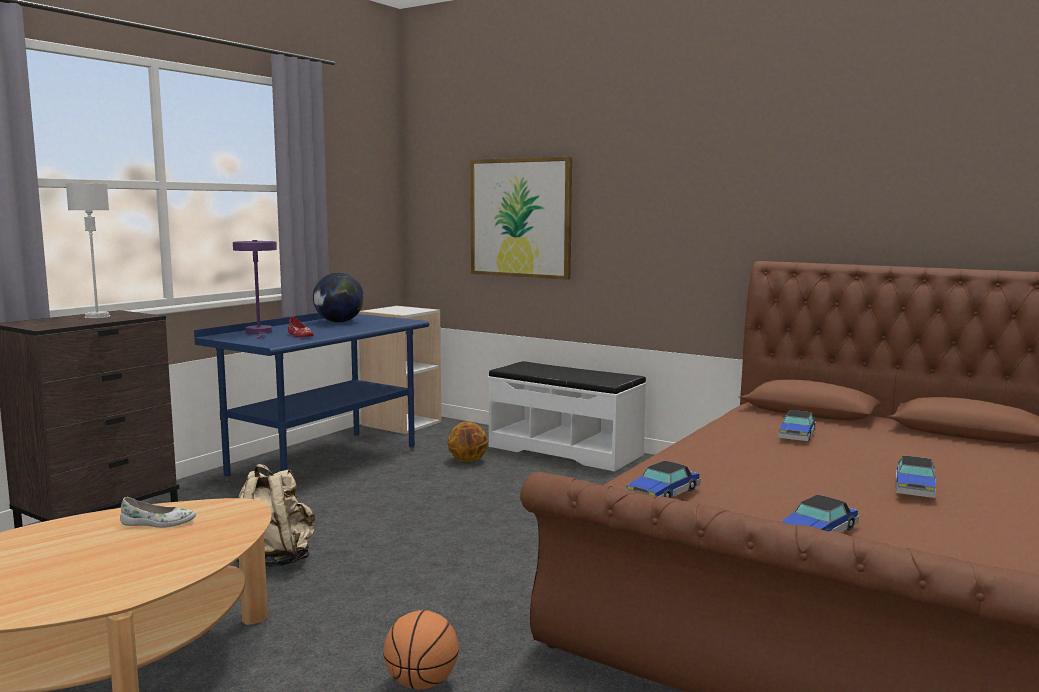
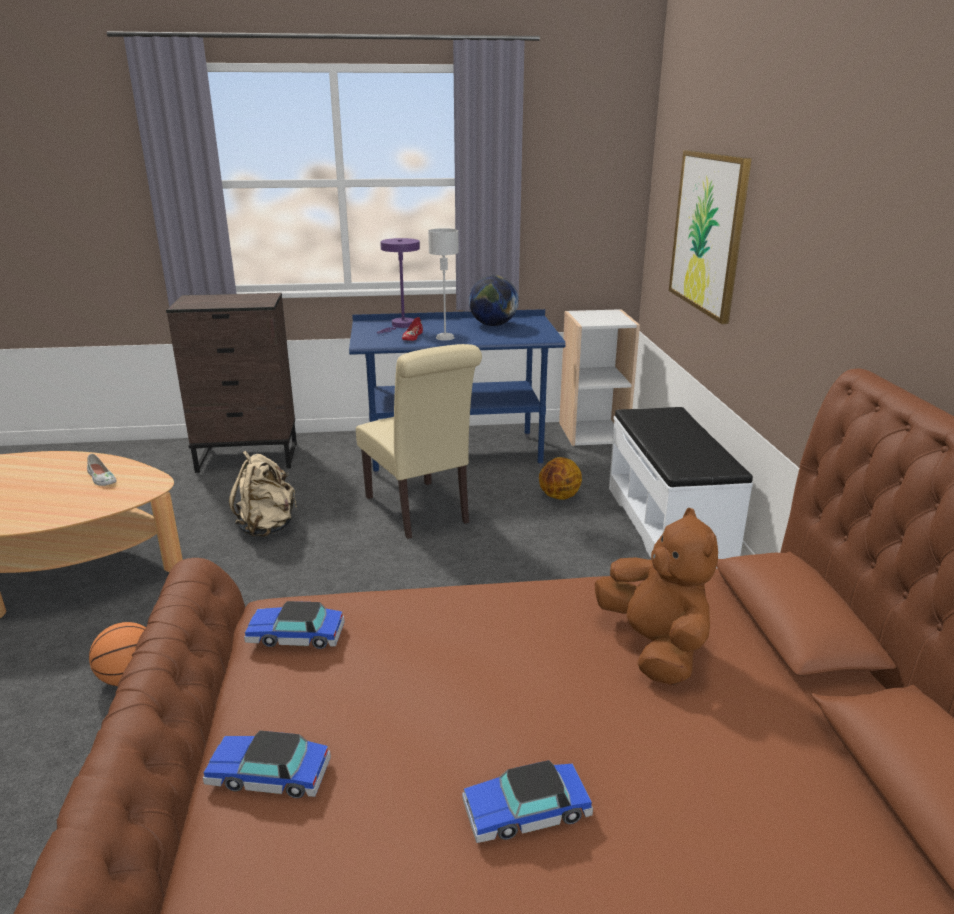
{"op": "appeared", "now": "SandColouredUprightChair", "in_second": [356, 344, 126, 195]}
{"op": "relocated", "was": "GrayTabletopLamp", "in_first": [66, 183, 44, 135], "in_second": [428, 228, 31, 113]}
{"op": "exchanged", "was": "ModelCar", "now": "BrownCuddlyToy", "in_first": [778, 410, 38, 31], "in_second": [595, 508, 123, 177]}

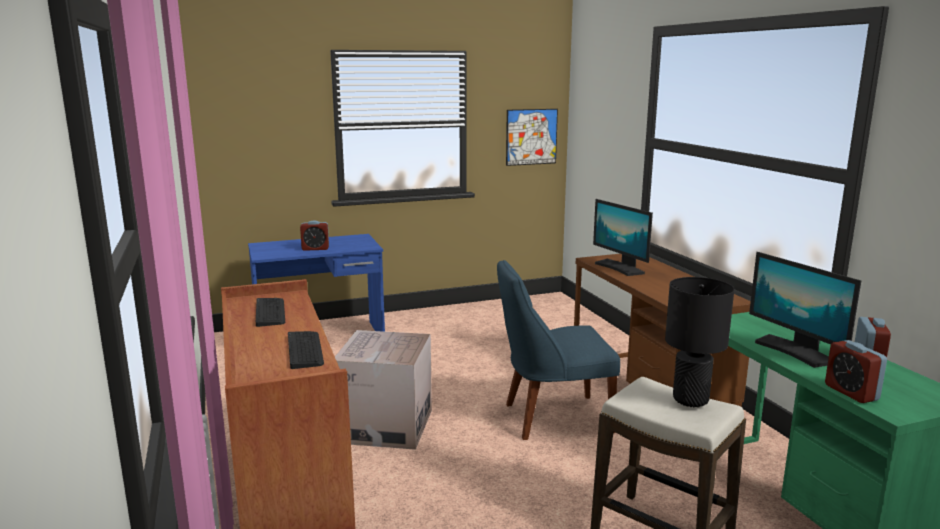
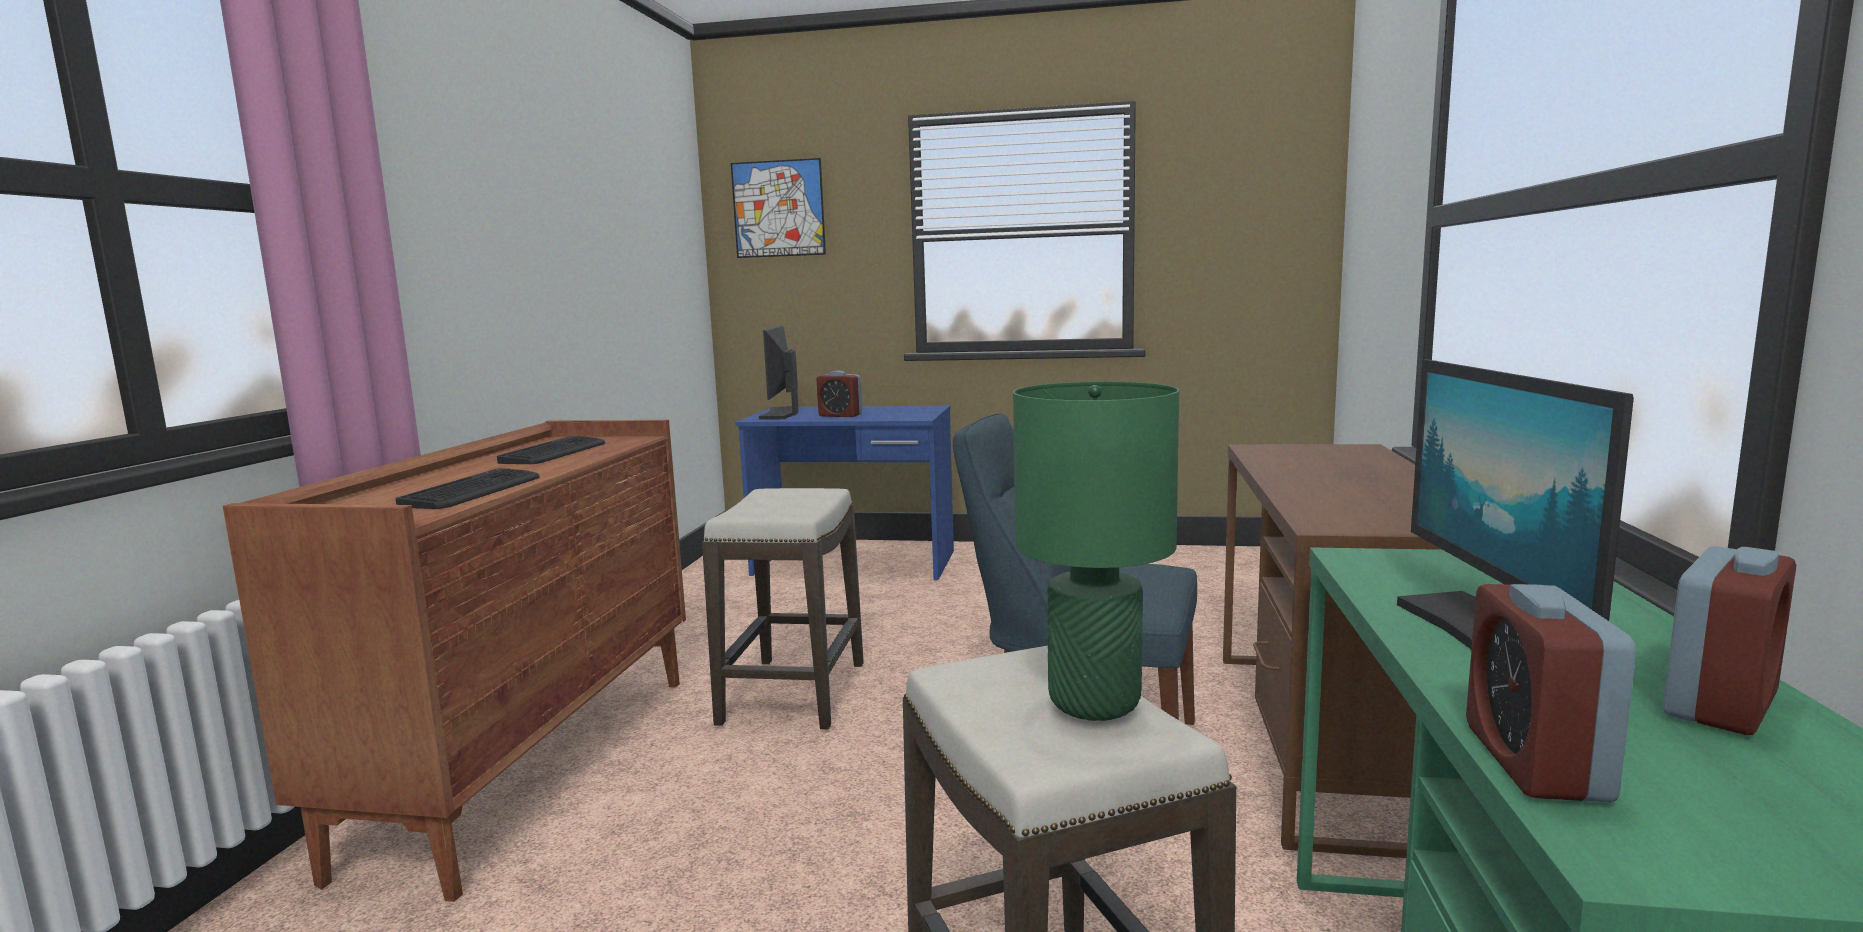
{"op": "relocated", "was": "WallArt", "in_first": [506, 109, 52, 57], "in_second": [731, 158, 95, 100]}
{"op": "relocated", "was": "Monitor", "in_first": [593, 199, 60, 77], "in_second": [759, 325, 40, 94]}
{"op": "exchanged", "was": "PackingBox", "now": "SittingStool", "in_first": [335, 330, 97, 120], "in_second": [702, 488, 162, 241]}
{"op": "colour", "was": "BlackTabletopLamp", "now": "GreenTabletopLamp", "in_first": [665, 277, 69, 130], "in_second": [1013, 381, 166, 340]}

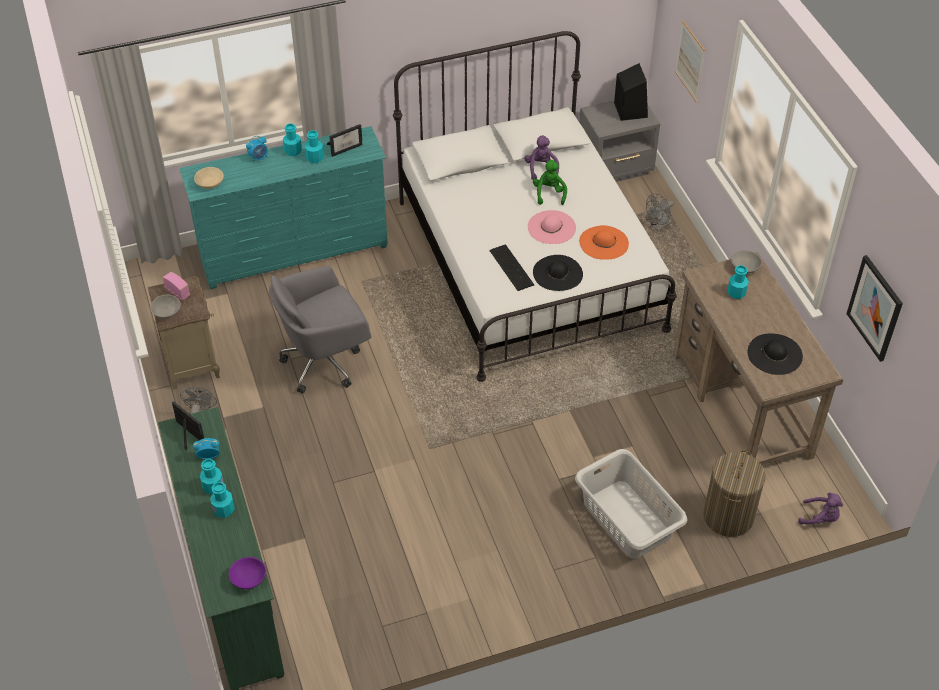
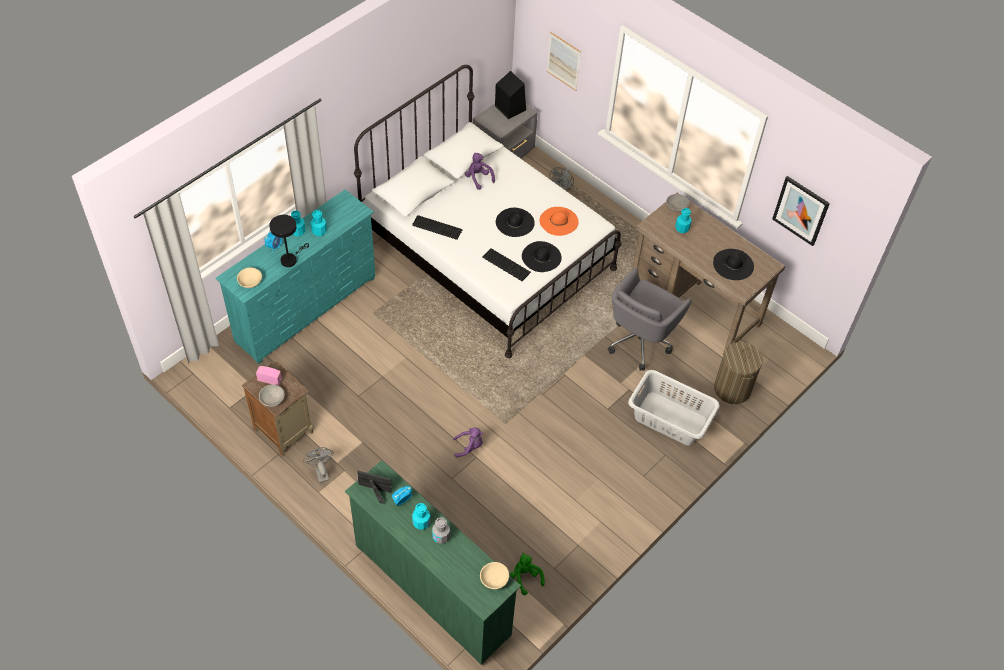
{"op": "missing", "was": "PhotoFrame", "in_first": [327, 124, 36, 33]}
{"op": "appeared", "now": "BlackTabletopLamp", "in_second": [269, 215, 40, 52]}
{"op": "appeared", "now": "PcKeyboard", "in_second": [412, 215, 51, 25]}
{"op": "relocated", "was": "GrayOfficeChair", "in_first": [269, 266, 102, 128], "in_second": [608, 268, 84, 103]}
{"op": "relocated", "was": "GreenCuddlyToy", "in_first": [533, 160, 34, 45], "in_second": [509, 553, 36, 42]}
{"op": "relocated", "was": "PurplishCuddlyToy", "in_first": [798, 493, 45, 31], "in_second": [453, 428, 30, 29]}
{"op": "colour", "was": "TurquoiseColouredBottle", "now": "GrayBottle", "in_first": [210, 482, 25, 36], "in_second": [432, 517, 18, 27]}
{"op": "colour", "was": "PurplishBowl", "now": "SandColouredBowl", "in_first": [229, 557, 37, 32], "in_second": [480, 562, 29, 27]}
{"op": "colour", "was": "PinkColouredHat", "now": "BlackHat", "in_first": [528, 210, 48, 34], "in_second": [496, 208, 39, 29]}

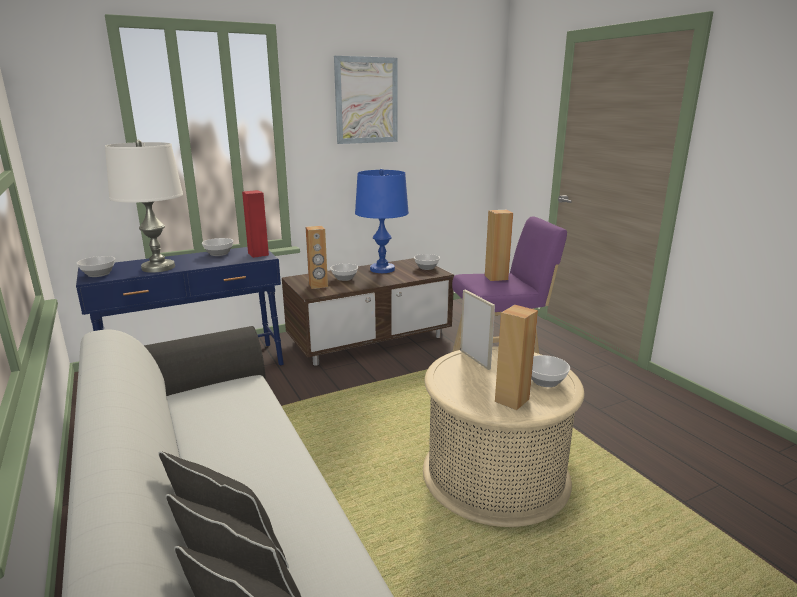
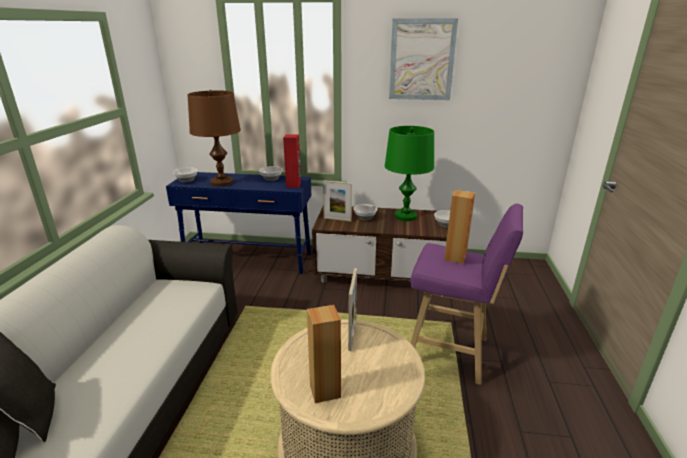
{"op": "missing", "was": "Bowl", "in_first": [531, 355, 39, 32]}
{"op": "exchanged", "was": "BrownAudioSpeaker", "now": "PhotoFrame", "in_first": [306, 226, 22, 63], "in_second": [323, 180, 29, 42]}
{"op": "colour", "was": "WhitishTabletopLamp", "now": "BrownTabletopLamp", "in_first": [105, 140, 78, 133], "in_second": [187, 90, 54, 97]}
{"op": "colour", "was": "BlueColouredTabletopLamp", "now": "GreenTabletopLamp", "in_first": [355, 169, 54, 104], "in_second": [385, 126, 49, 95]}

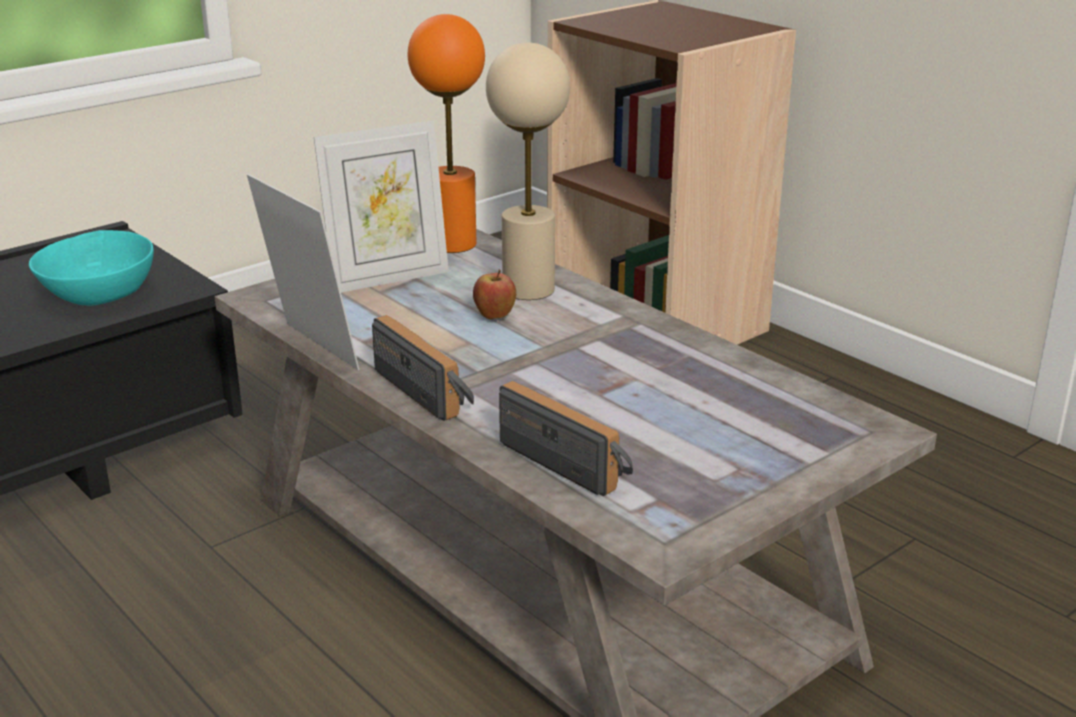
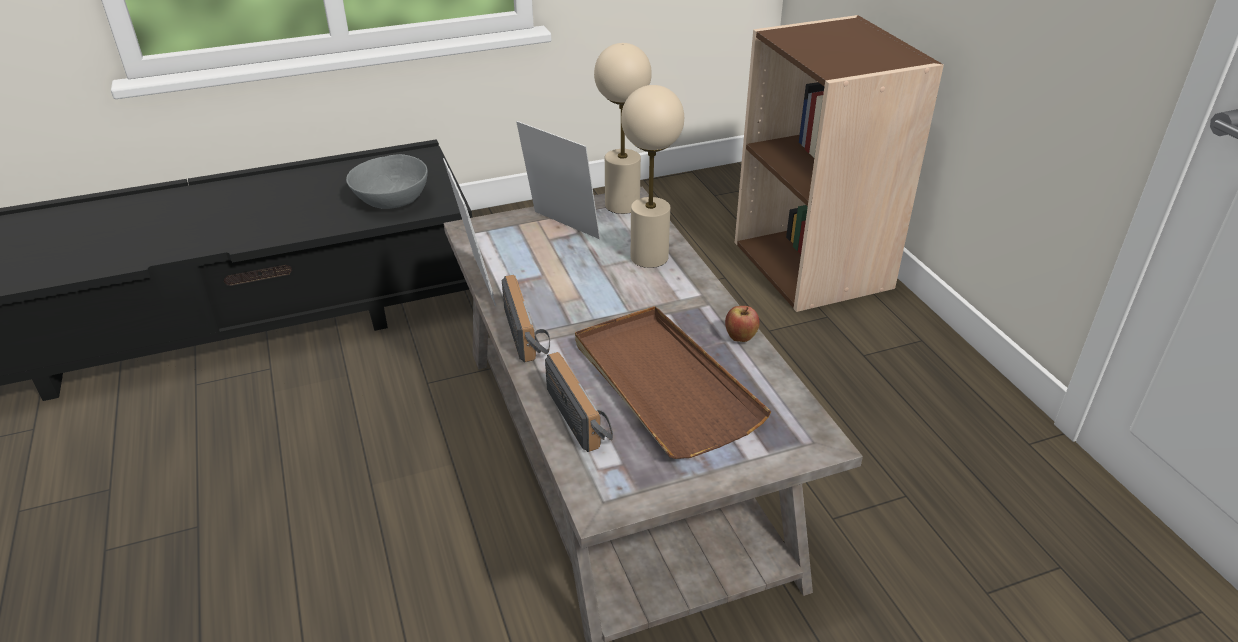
{"op": "appeared", "now": "BrownServingTray", "in_second": [575, 306, 197, 153]}
{"op": "relocated", "was": "Apple", "in_first": [473, 269, 43, 50], "in_second": [725, 306, 35, 36]}
{"op": "colour", "was": "TurquoiseColouredBowl", "now": "GrayBowl", "in_first": [29, 230, 125, 76], "in_second": [346, 154, 82, 55]}
{"op": "colour", "was": "OrangeyTabletopLamp", "now": "SandColouredTabletopLamp", "in_first": [408, 14, 77, 239], "in_second": [594, 43, 58, 171]}
{"op": "spun", "was": "PhotoFrame", "in_first": [314, 121, 135, 171], "in_second": [516, 121, 84, 118], "clockwise": -135}

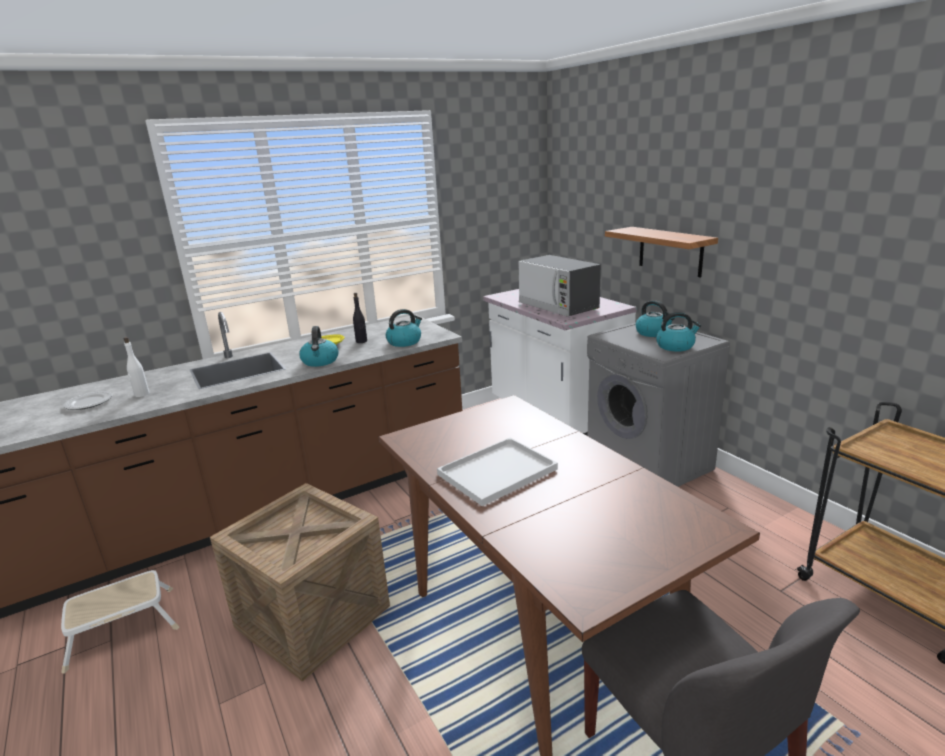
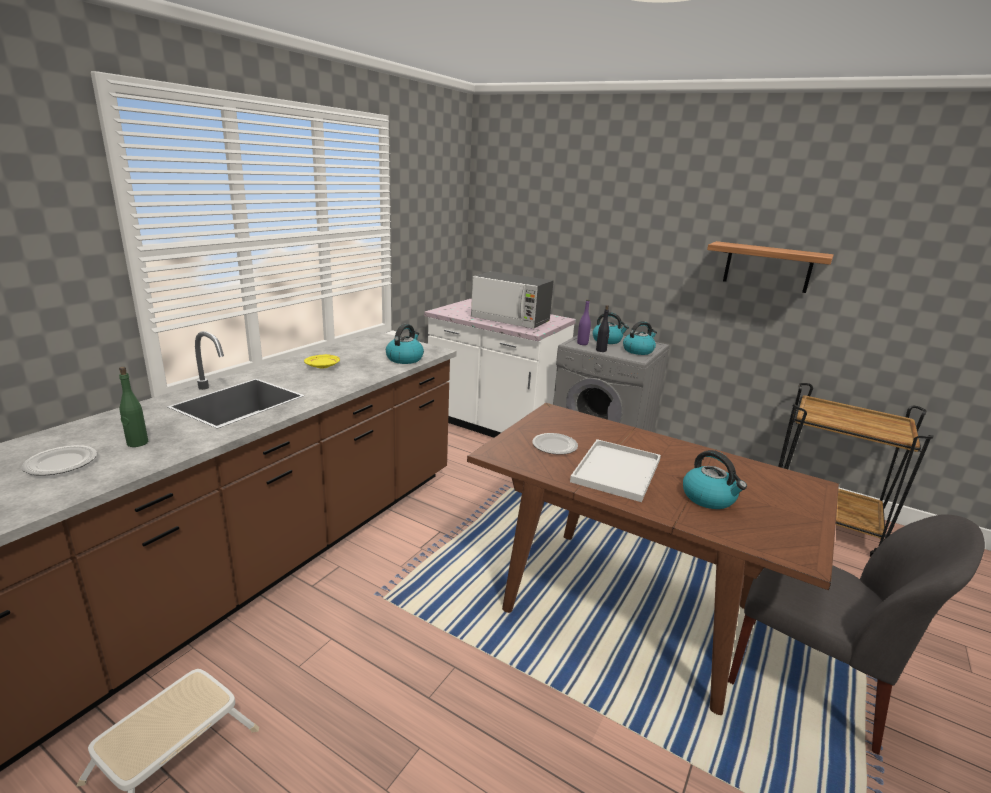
{"op": "missing", "was": "Crate", "in_first": [210, 483, 180, 199]}
{"op": "appeared", "now": "Plate", "in_second": [532, 433, 46, 22]}
{"op": "appeared", "now": "PurplishBottle", "in_second": [577, 300, 14, 45]}
{"op": "relocated", "was": "WaterKettle", "in_first": [299, 326, 39, 41], "in_second": [683, 450, 64, 59]}
{"op": "relocated", "was": "BlackBottle", "in_first": [353, 293, 14, 50], "in_second": [596, 305, 13, 47]}
{"op": "relocated", "was": "BracketShelf", "in_first": [605, 227, 113, 51], "in_second": [707, 241, 127, 52]}
{"op": "colour", "was": "WhitishBottle", "now": "GreenBottle", "in_first": [124, 337, 26, 60], "in_second": [119, 367, 29, 80]}

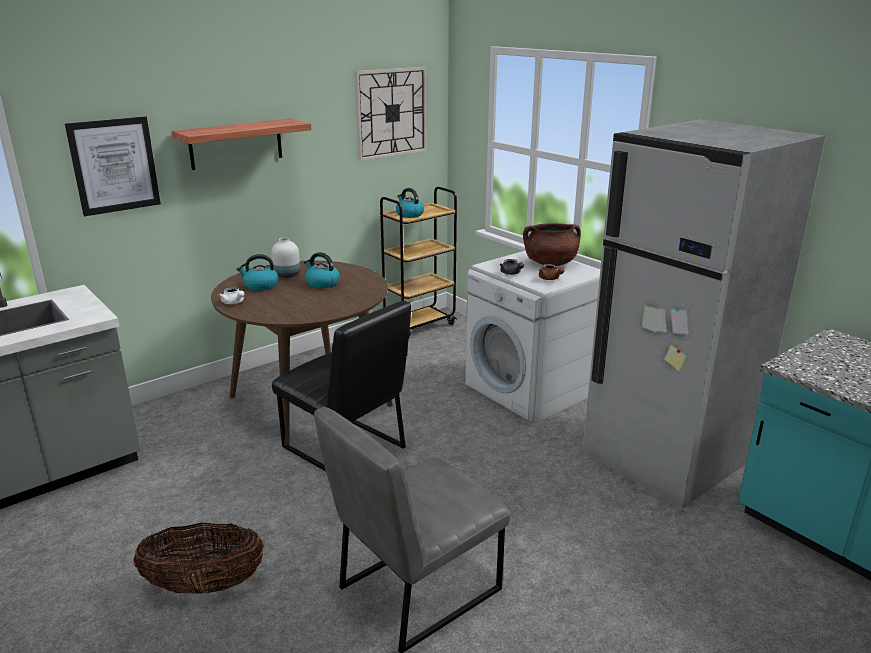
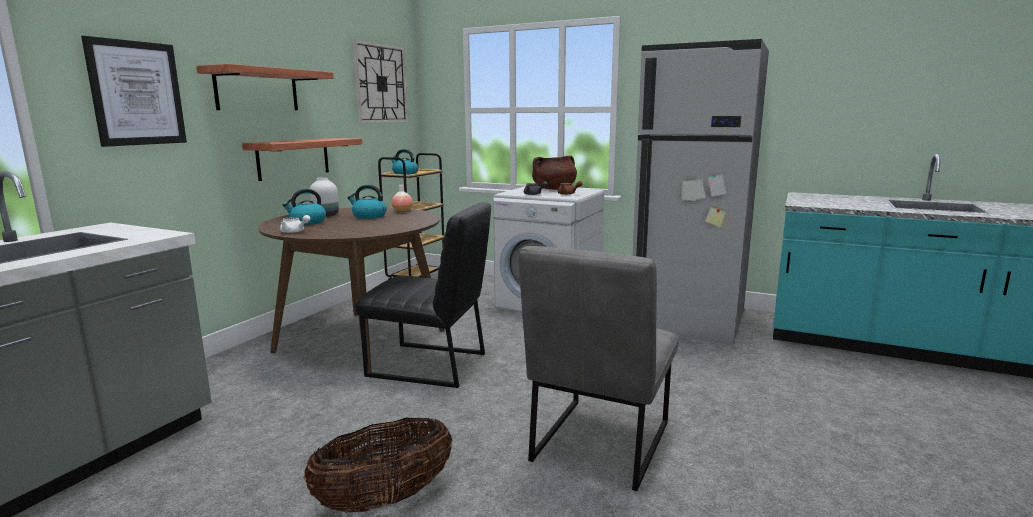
{"op": "appeared", "now": "BracketShelf", "in_second": [242, 138, 120, 43]}
{"op": "appeared", "now": "DecorativeVase", "in_second": [392, 185, 21, 27]}

